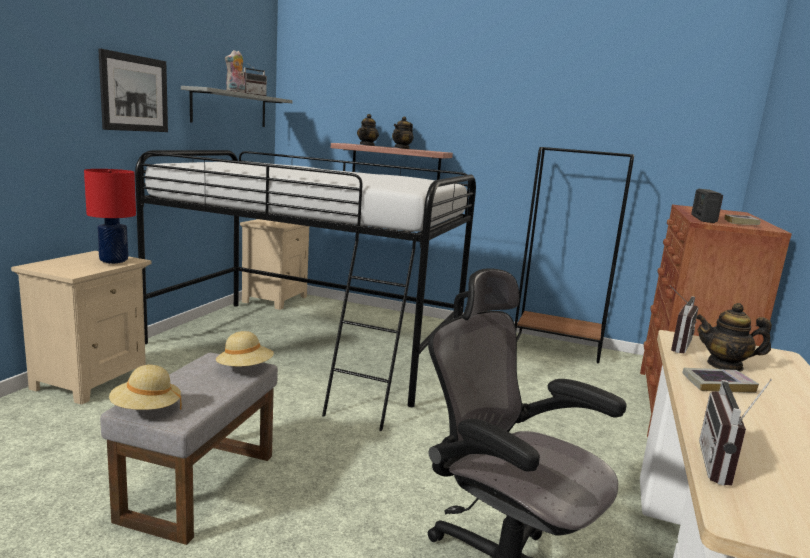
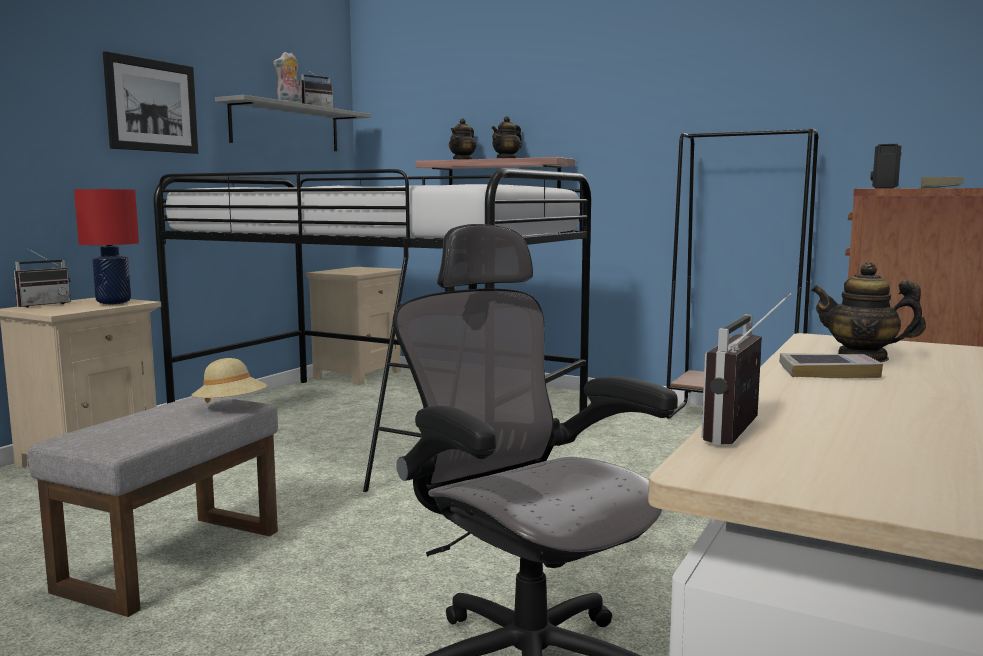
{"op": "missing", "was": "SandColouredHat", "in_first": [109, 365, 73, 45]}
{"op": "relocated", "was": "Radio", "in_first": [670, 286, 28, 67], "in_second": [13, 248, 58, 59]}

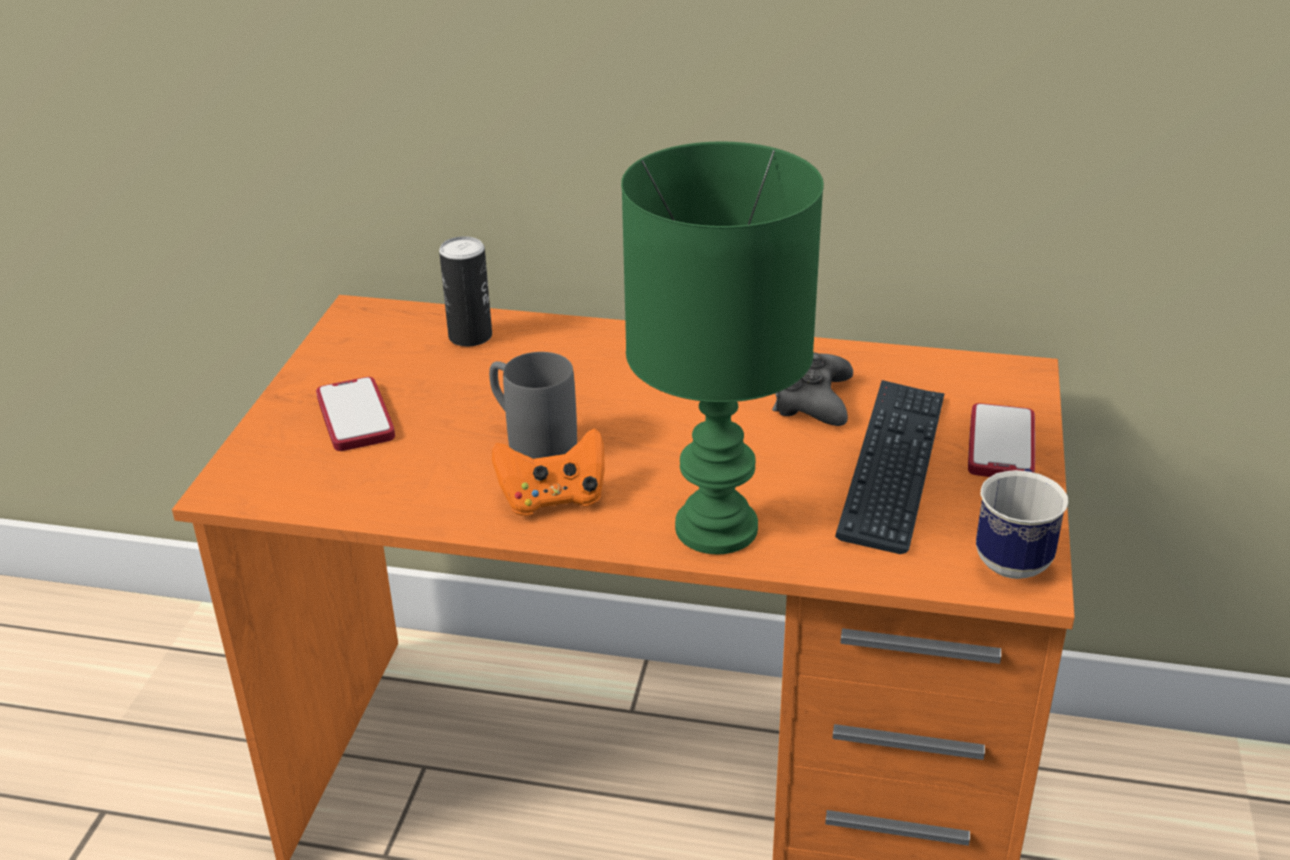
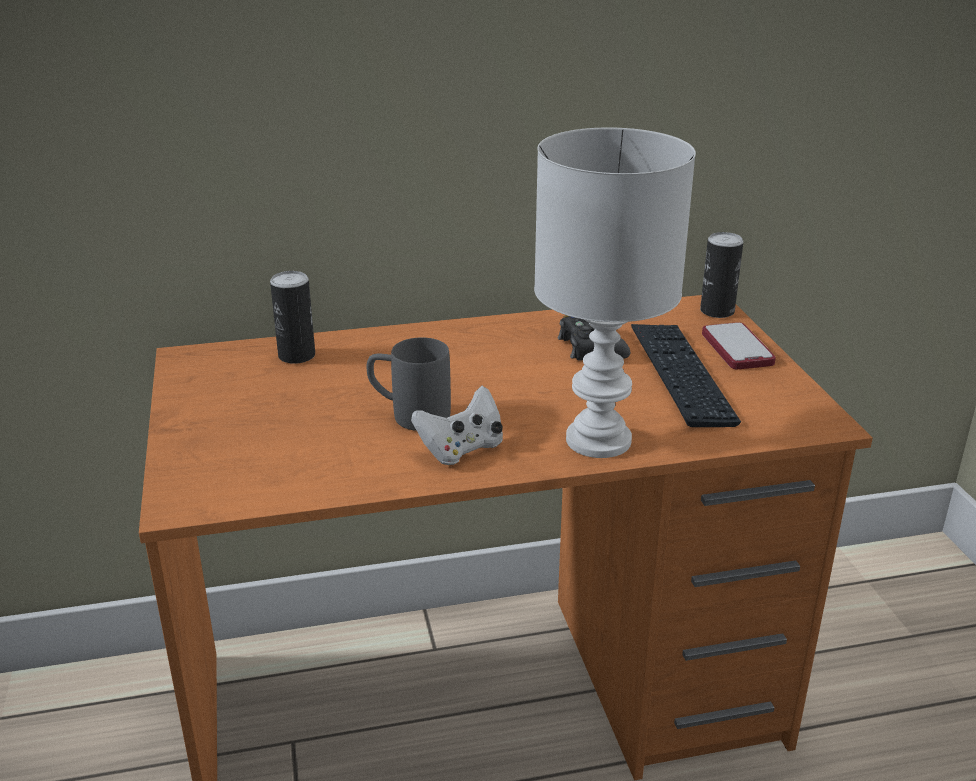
{"op": "missing", "was": "Phone", "in_first": [316, 377, 79, 74]}
{"op": "missing", "was": "CoffeeMug", "in_first": [976, 469, 92, 110]}
{"op": "appeared", "now": "SealedCan", "in_second": [700, 232, 43, 86]}
{"op": "colour", "was": "OrangeyGameController", "now": "WhitishGameController", "in_first": [492, 428, 113, 88], "in_second": [411, 386, 92, 79]}
{"op": "colour", "was": "GreenTabletopLamp", "now": "WhitishTabletopLamp", "in_first": [621, 142, 203, 412], "in_second": [534, 128, 162, 330]}

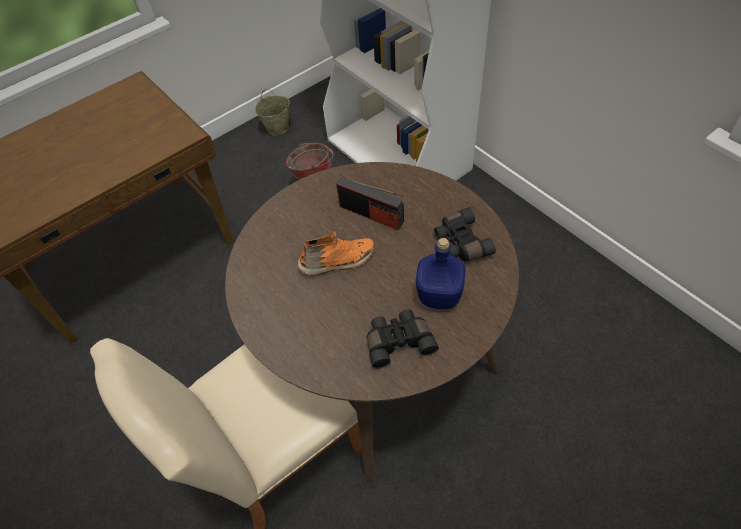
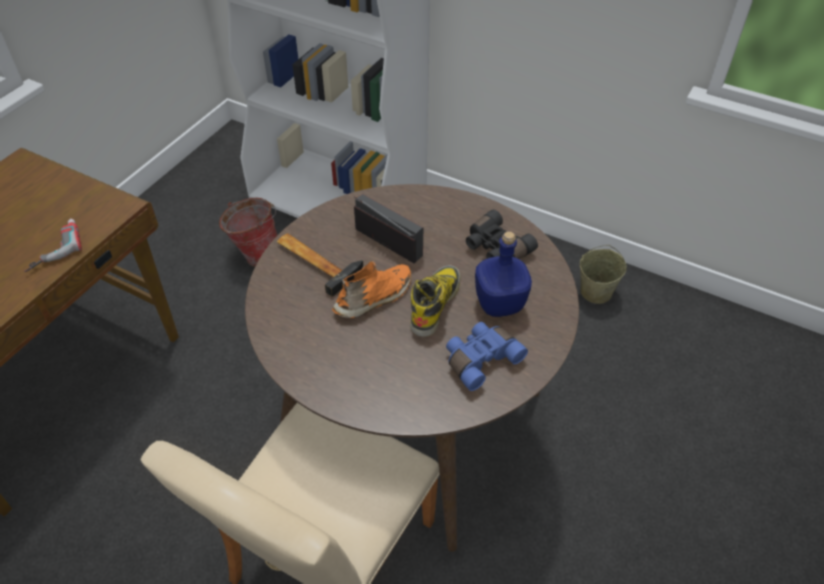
{"op": "appeared", "now": "Drill", "in_second": [24, 218, 58, 54]}
{"op": "appeared", "now": "HandHammer", "in_second": [277, 233, 86, 64]}
{"op": "appeared", "now": "TallBoot", "in_second": [410, 265, 50, 72]}
{"op": "relocated", "was": "SandColouredBucket", "in_first": [255, 89, 35, 47], "in_second": [580, 245, 47, 59]}
{"op": "colour", "was": "BlackFieldGlasses", "now": "BlueColouredFieldGlasses", "in_first": [367, 309, 72, 60], "in_second": [446, 322, 82, 69]}
{"op": "spun", "was": "Radio", "in_first": [336, 177, 68, 53], "in_second": [354, 194, 69, 69], "clockwise": -150}

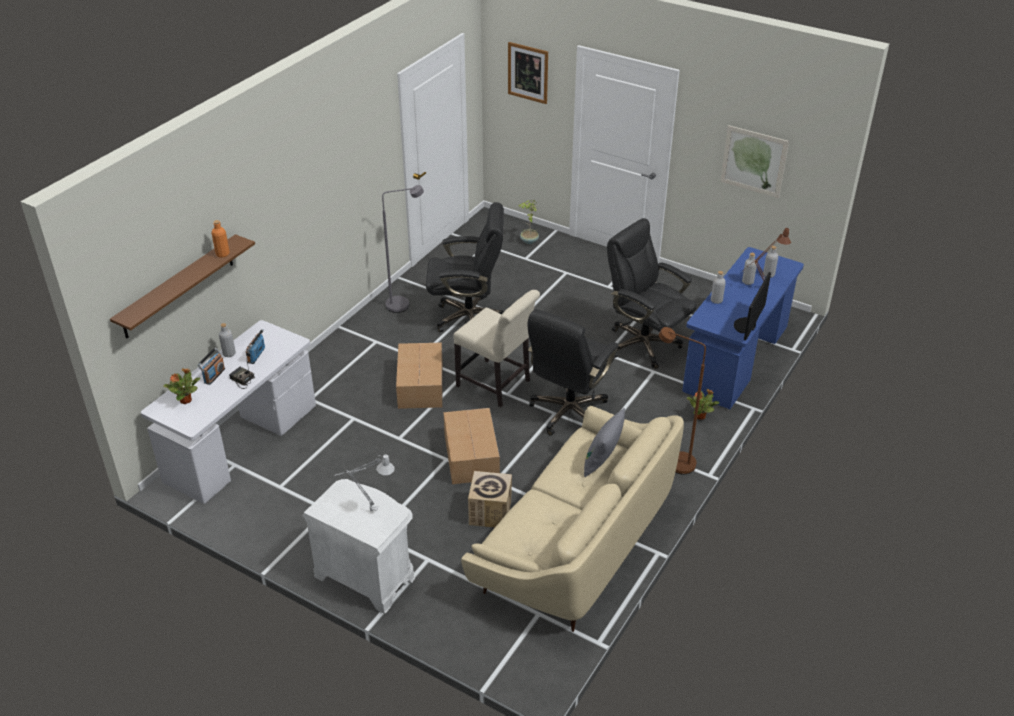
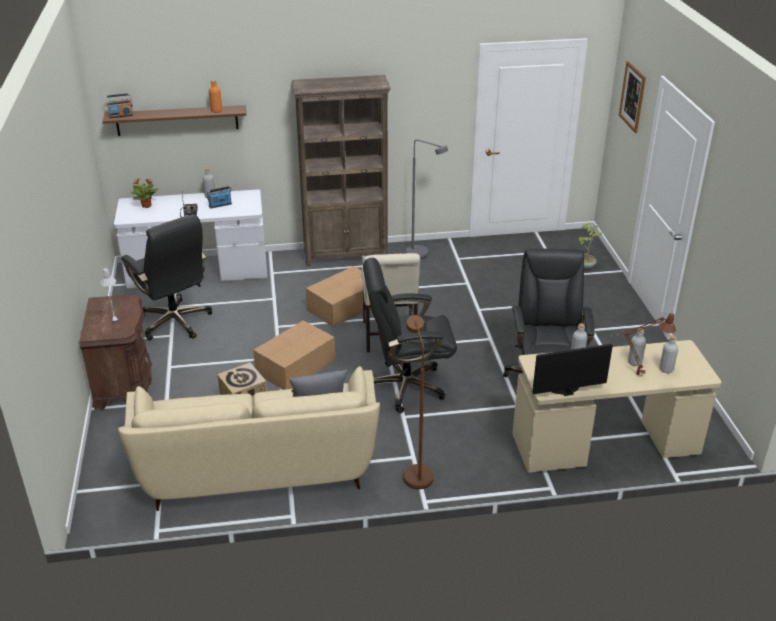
{"op": "missing", "was": "PottedPlant", "in_first": [687, 389, 32, 31]}
{"op": "missing", "was": "WallArt", "in_first": [720, 125, 69, 73]}
{"op": "appeared", "now": "BrownBookcase", "in_second": [292, 75, 99, 191]}
{"op": "relocated", "was": "Radio", "in_first": [198, 348, 27, 37], "in_second": [105, 93, 28, 25]}
{"op": "relocated", "was": "BlackOfficeChair", "in_first": [426, 202, 78, 131], "in_second": [121, 214, 91, 127]}
{"op": "colour", "was": "WhitishBedsideTable", "now": "BrownBedsideTable", "in_first": [302, 479, 113, 135], "in_second": [79, 295, 73, 115]}
{"op": "colour", "was": "BlueColouredDeskTable", "now": "SandColouredDeskTable", "in_first": [682, 247, 122, 162], "in_second": [512, 340, 209, 133]}

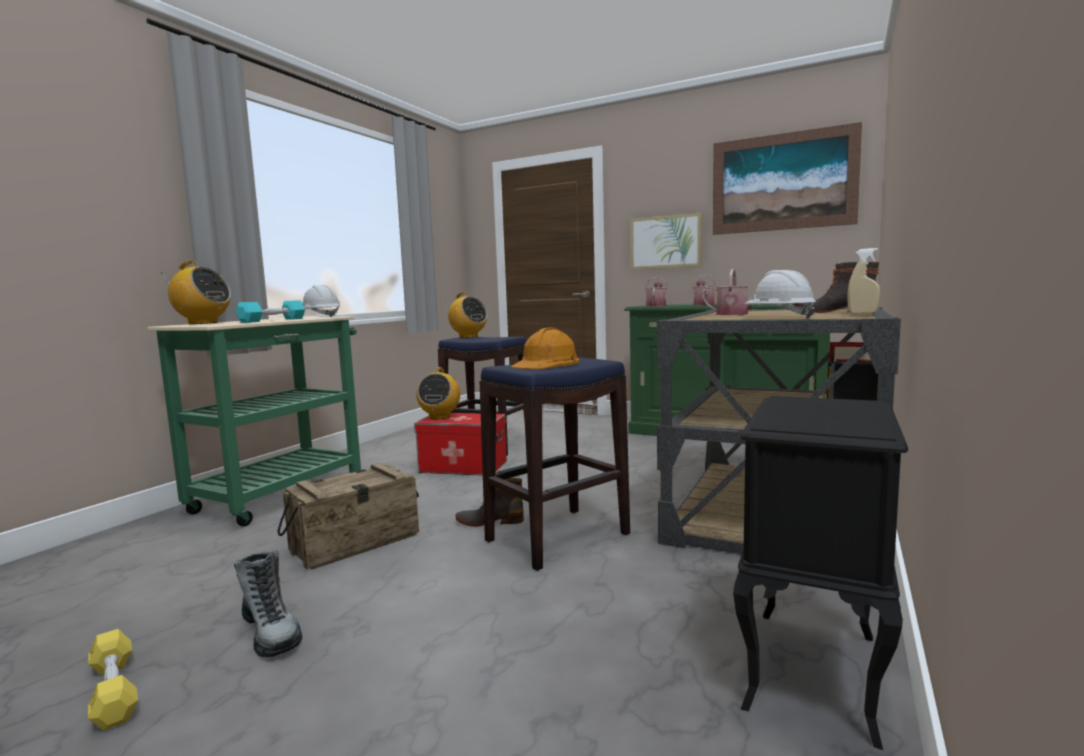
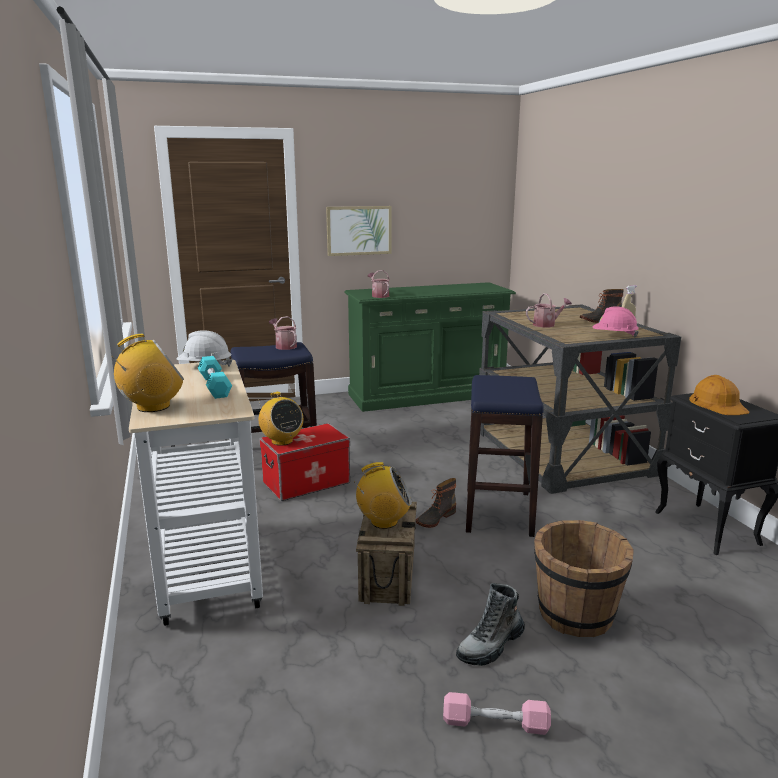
{"op": "missing", "was": "WallArt", "in_first": [713, 122, 149, 113]}
{"op": "appeared", "now": "BrownBucket", "in_second": [534, 520, 100, 117]}
{"op": "relocated", "was": "Radio", "in_first": [448, 292, 39, 46], "in_second": [354, 462, 58, 67]}
{"op": "relocated", "was": "OrangeyHardHat", "in_first": [511, 327, 69, 42], "in_second": [689, 375, 60, 40]}
{"op": "relocated", "was": "WateringCan", "in_first": [693, 275, 23, 30], "in_second": [269, 316, 28, 34]}
{"op": "colour", "was": "YellowishFreeWeight", "now": "PinkColouredFreeWeight", "in_first": [88, 629, 50, 102], "in_second": [443, 692, 108, 43]}
{"op": "colour", "was": "GreenTrolley", "now": "WhitishTrolley", "in_first": [147, 316, 214, 210], "in_second": [129, 360, 134, 266]}
{"op": "colour", "was": "WhitishHardHat", "now": "PinkColouredHardHat", "in_first": [744, 270, 72, 48], "in_second": [593, 306, 46, 31]}
{"op": "spun", "was": "TallBoot", "in_first": [234, 550, 68, 108], "in_second": [456, 583, 69, 83], "clockwise": 135}

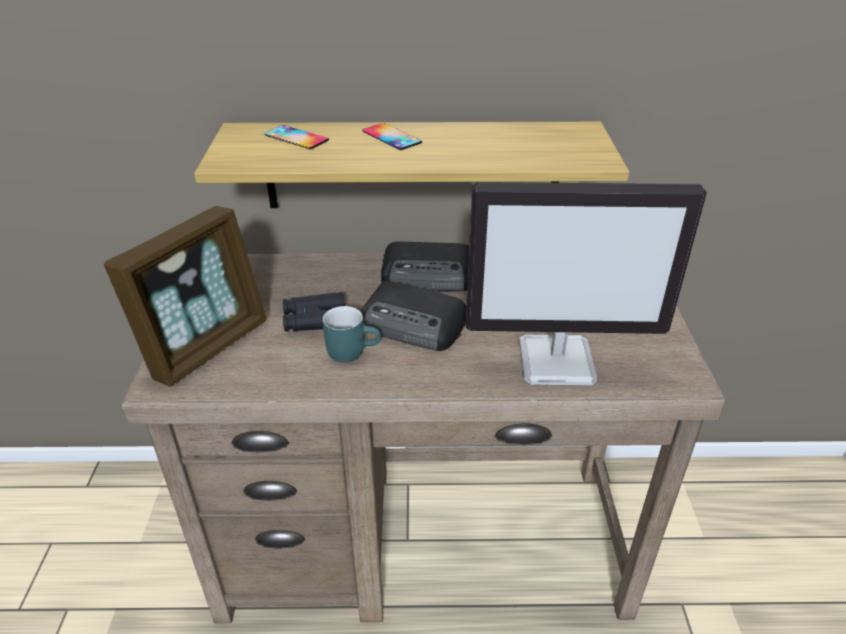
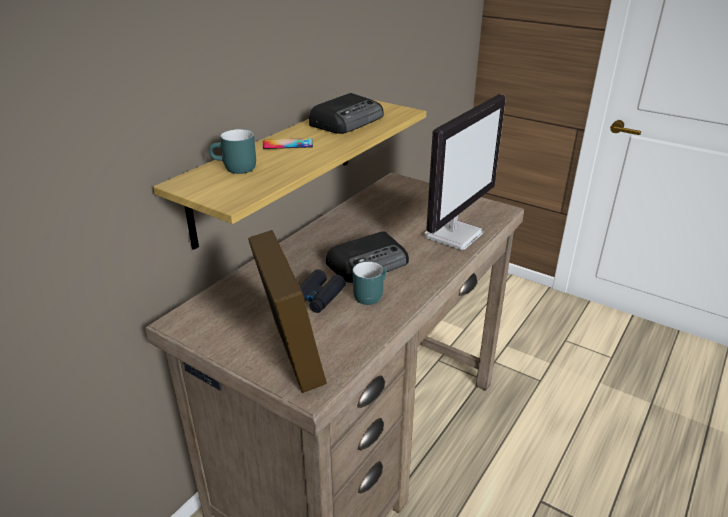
{"op": "relocated", "was": "Radio", "in_first": [381, 241, 88, 50], "in_second": [309, 93, 75, 41]}
{"op": "exchanged", "was": "Phone", "now": "TurquoiseColouredCoffeeMug", "in_first": [265, 125, 64, 24], "in_second": [209, 129, 47, 45]}

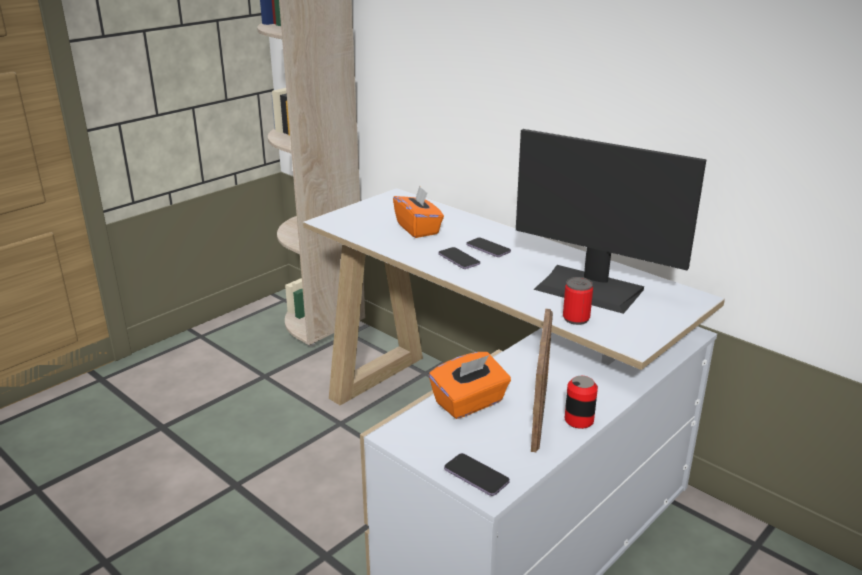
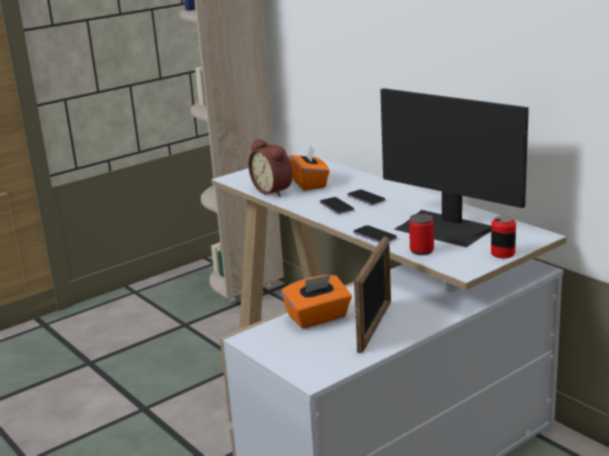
{"op": "appeared", "now": "AlarmClock", "in_second": [248, 139, 44, 58]}
{"op": "relocated", "was": "Phone", "in_first": [444, 453, 66, 43], "in_second": [353, 225, 44, 18]}
{"op": "relocated", "was": "SealedCan", "in_first": [565, 376, 33, 53], "in_second": [491, 216, 25, 42]}

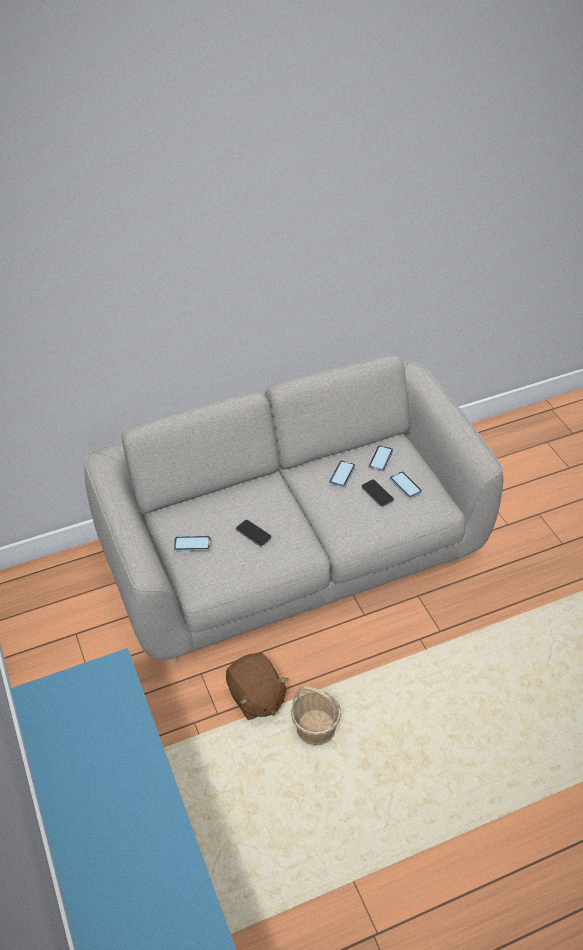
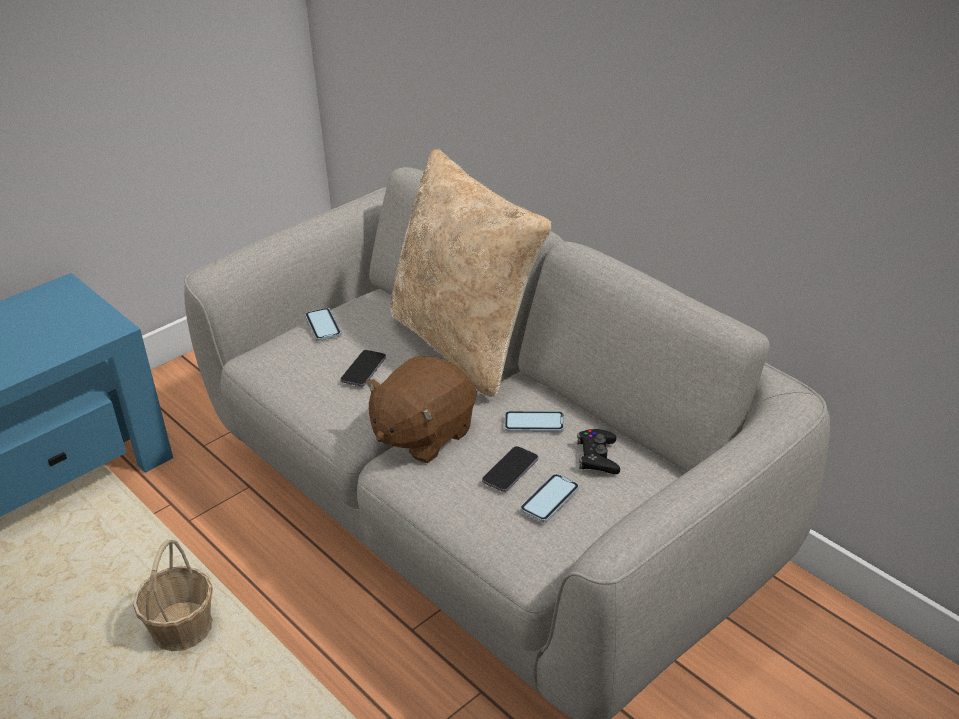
{"op": "appeared", "now": "SandColouredCushion", "in_second": [390, 147, 163, 250]}
{"op": "relocated", "was": "BrownCuddlyToy", "in_first": [226, 653, 62, 67], "in_second": [365, 356, 111, 107]}
{"op": "exchanged", "was": "Phone", "now": "BlackGameController", "in_first": [369, 445, 24, 26], "in_second": [577, 429, 43, 45]}

